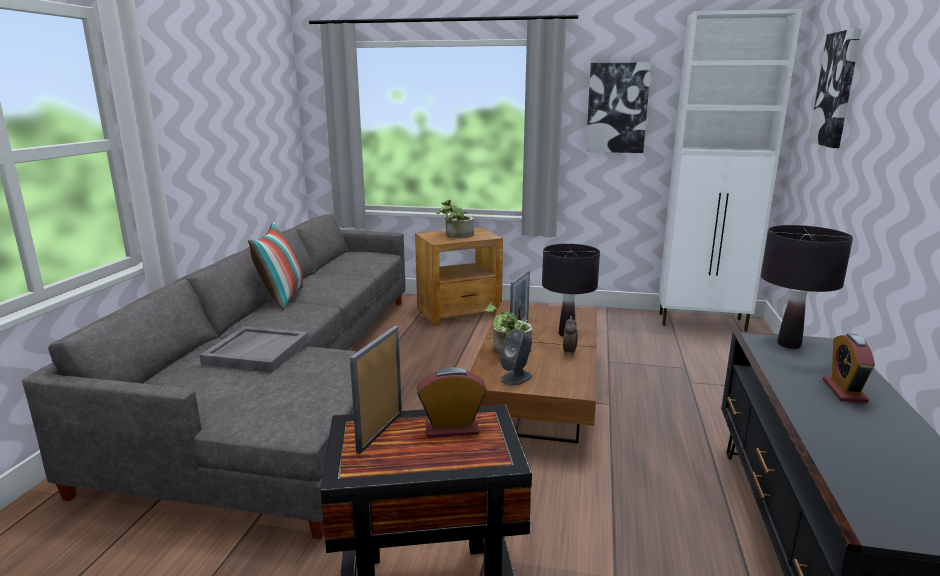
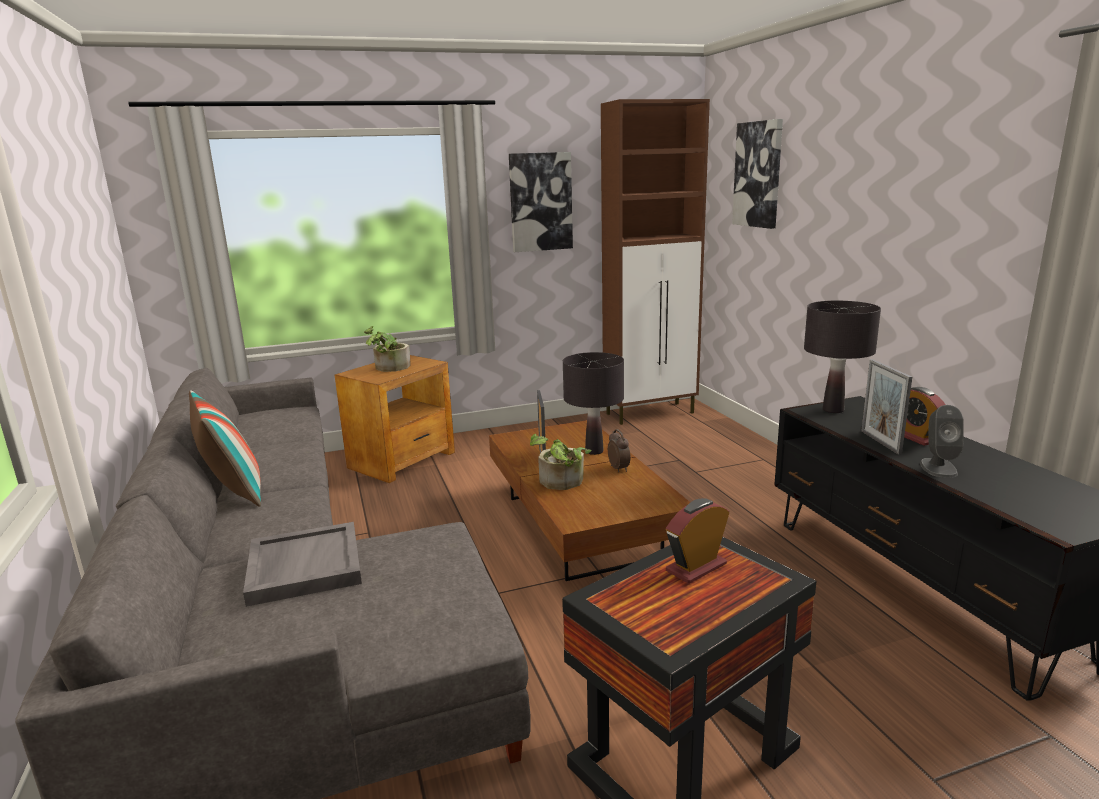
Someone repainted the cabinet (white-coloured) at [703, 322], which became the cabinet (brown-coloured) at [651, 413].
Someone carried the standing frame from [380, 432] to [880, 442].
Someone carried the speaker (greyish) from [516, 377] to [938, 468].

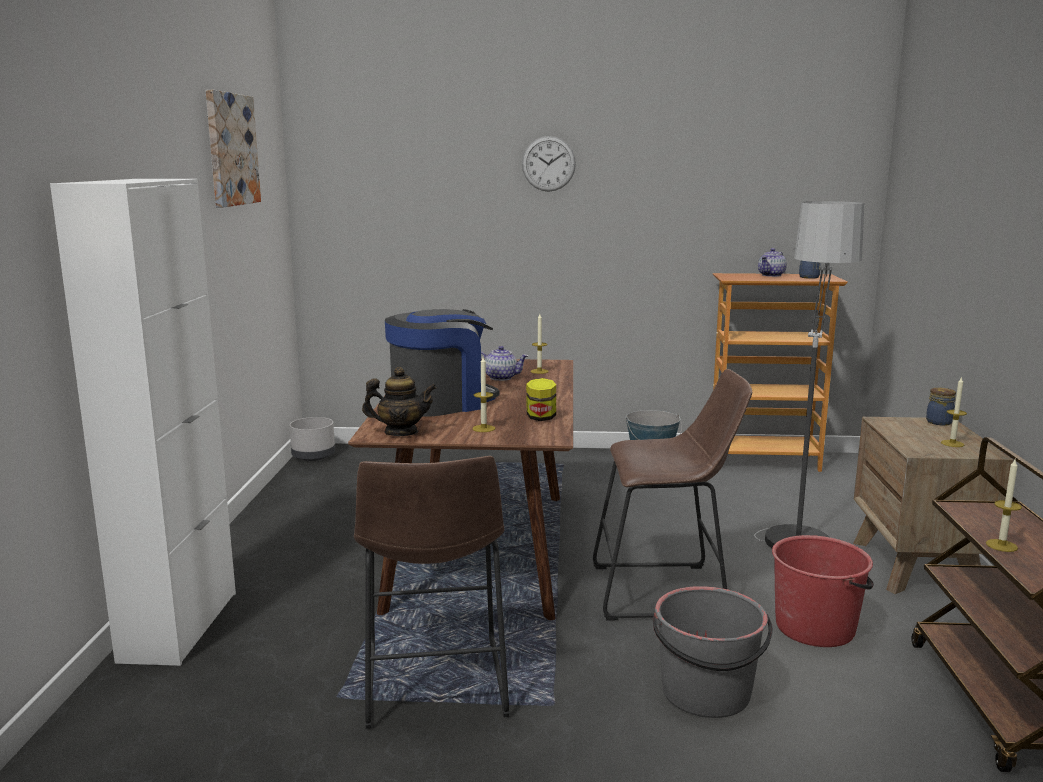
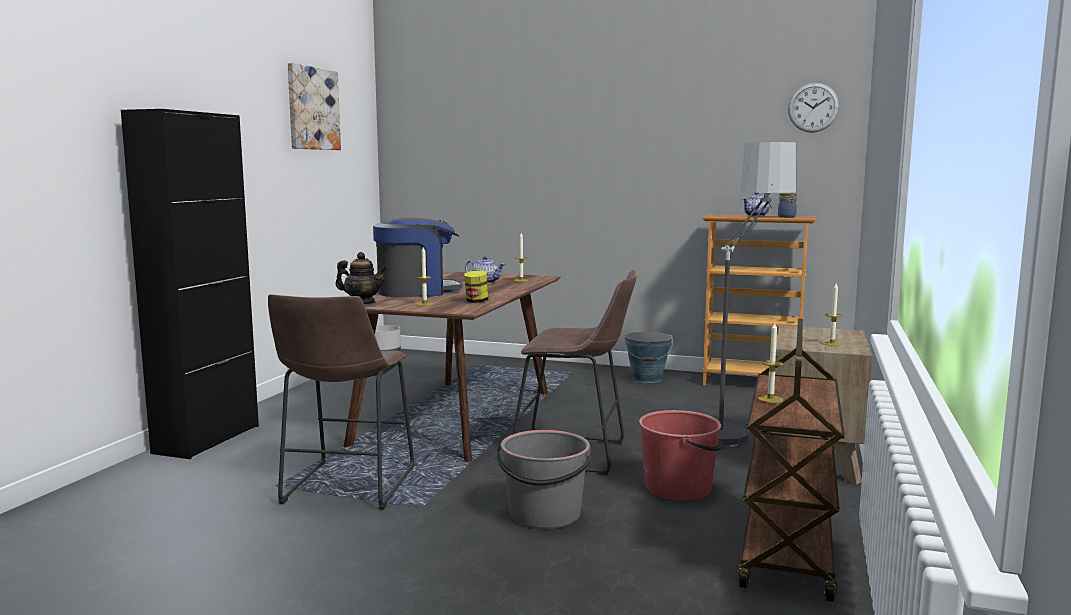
Someone carried the hanging clock from [548, 163] to [813, 107].
Someone repainted the cabinet (white-coloured) at [179, 626], which became the cabinet (black-coloured) at [207, 439].
Someone took away the storage jar at [939, 422].

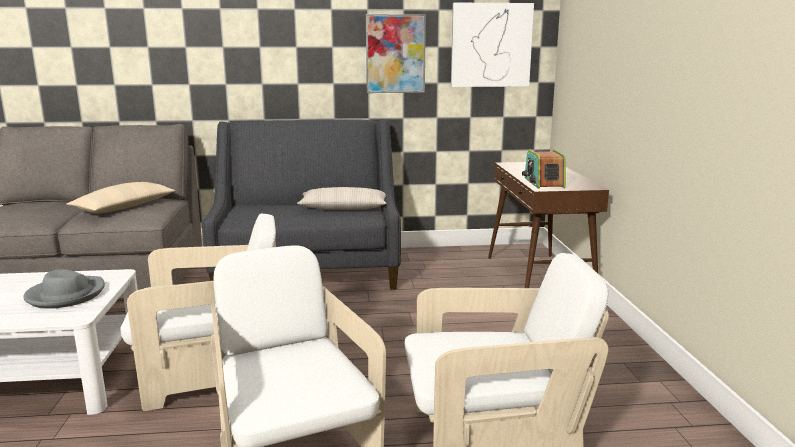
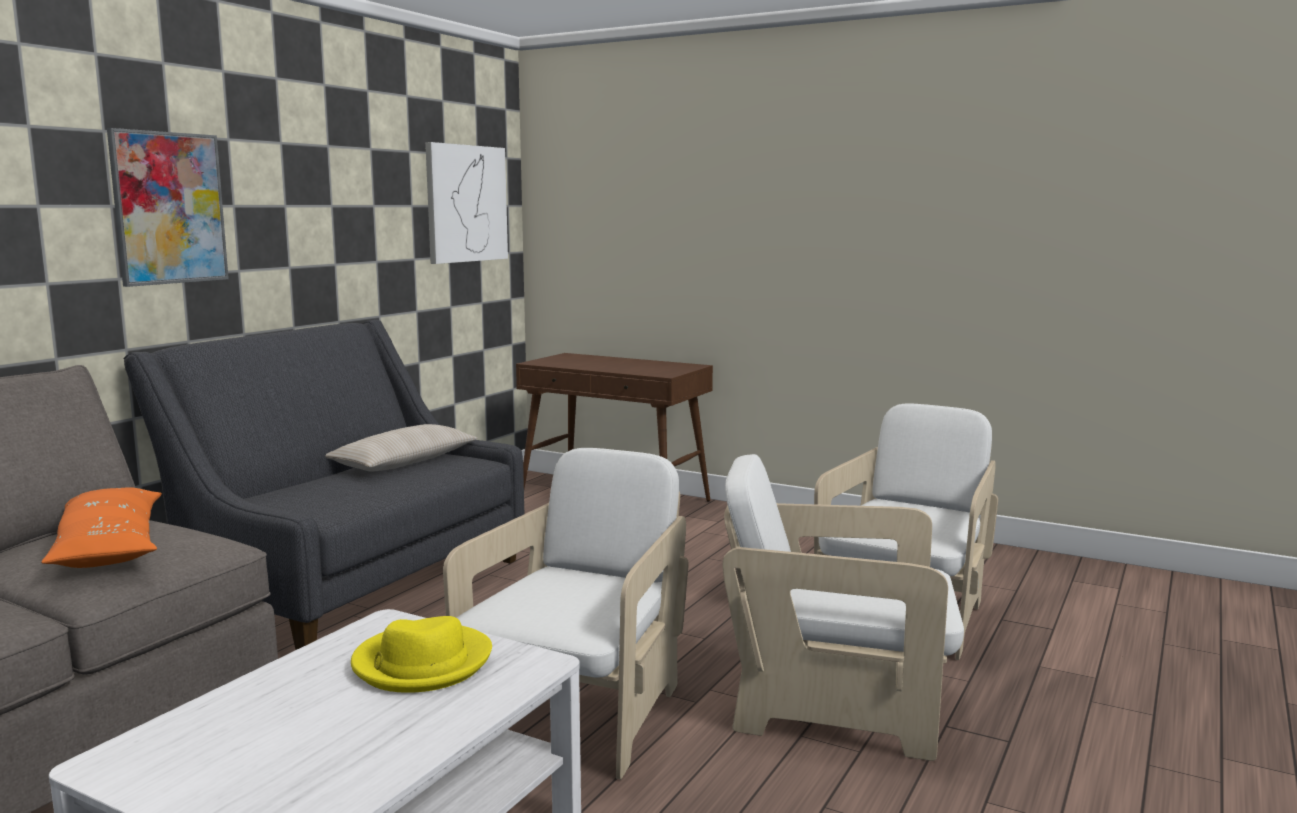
Someone carried the picture from [395, 54] to [169, 208].
Someone took away the radio receiver at [543, 183].
Someone repainted the cushion (beige-coloured) at [124, 207], which became the cushion (orange-coloured) at [109, 547].
Someone repainted the clothing hat (greyish) at [66, 295], which became the clothing hat (yellowish) at [421, 663].

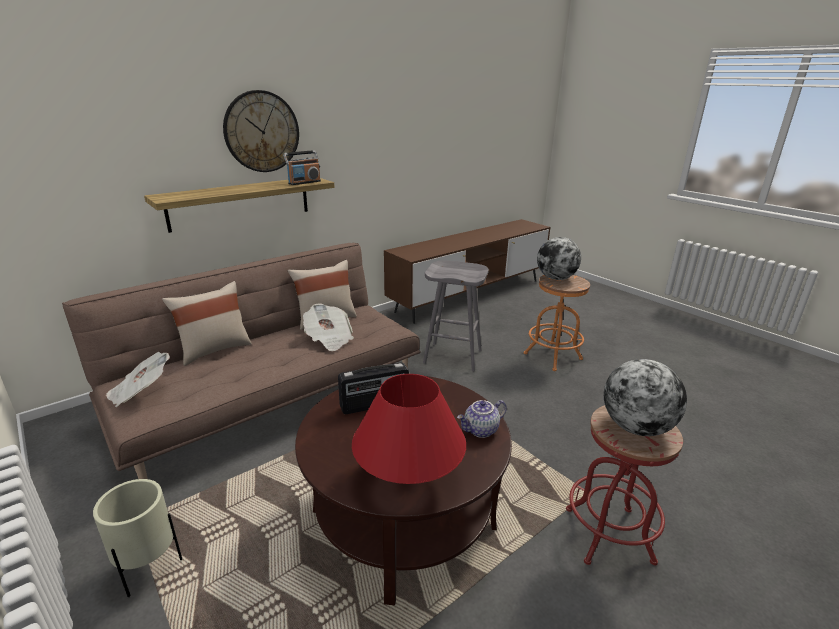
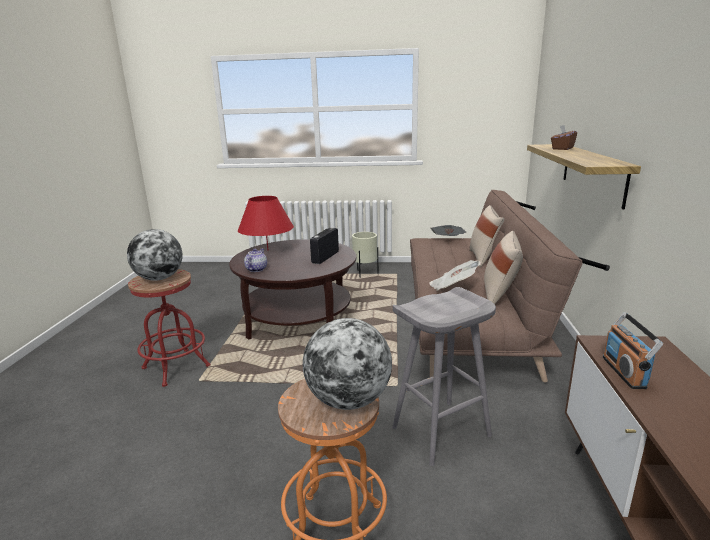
Someone took away the hanging clock at [262, 132].
Someone carried the radio receiver from [304, 182] to [624, 372].
Someone put down the tissue box (brown-coloured) at [562, 148].

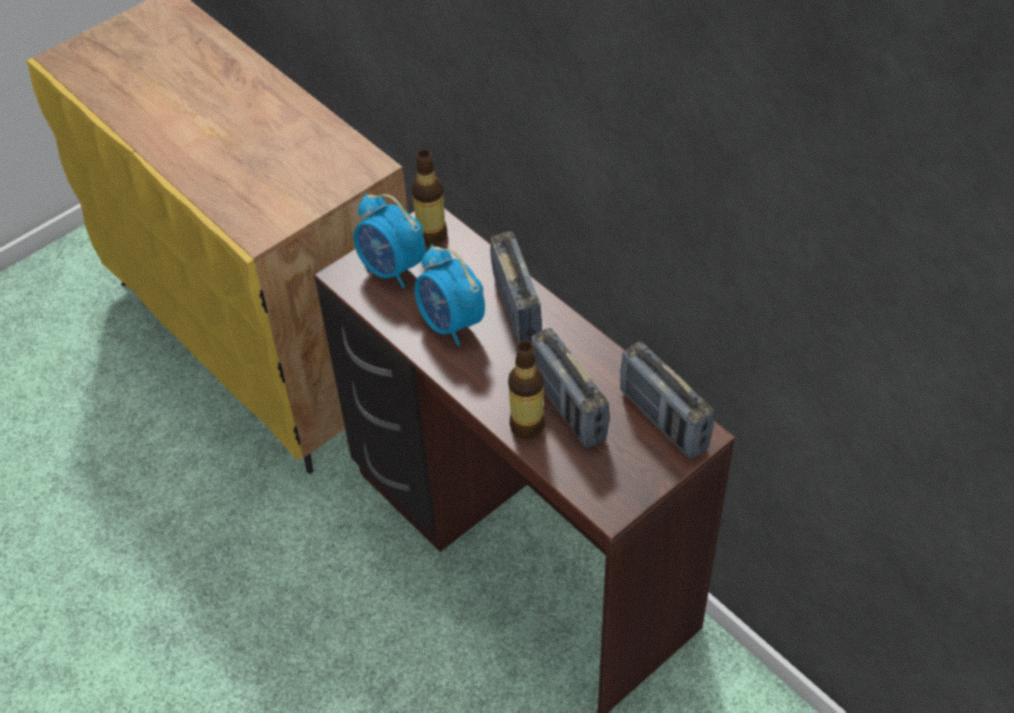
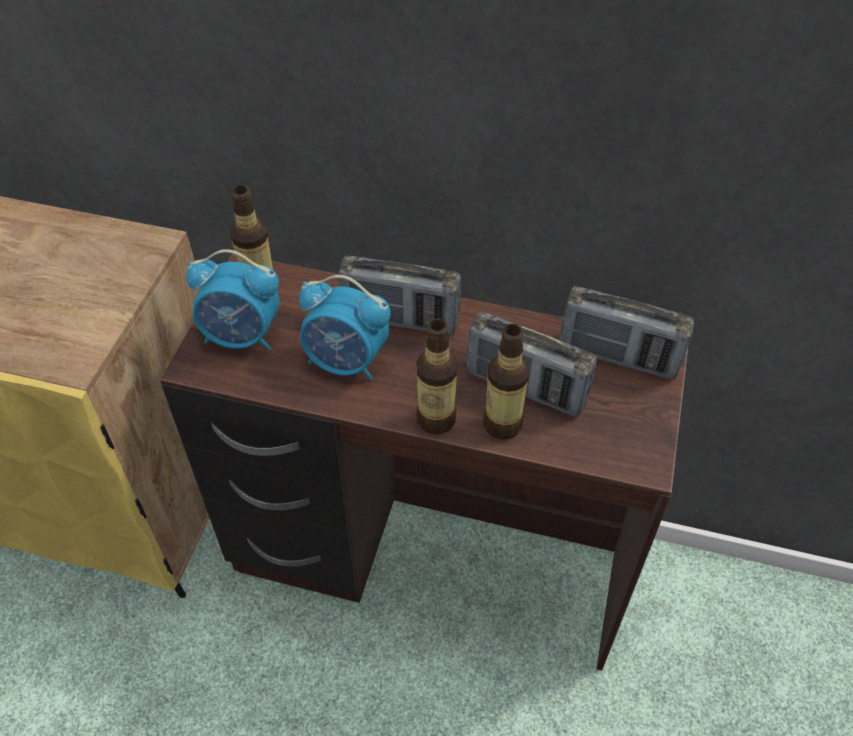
Someone rotated the radio receiver at [517, 310] by 150 degrees clockwise.
Someone put down the beverage bottle at [436, 419].

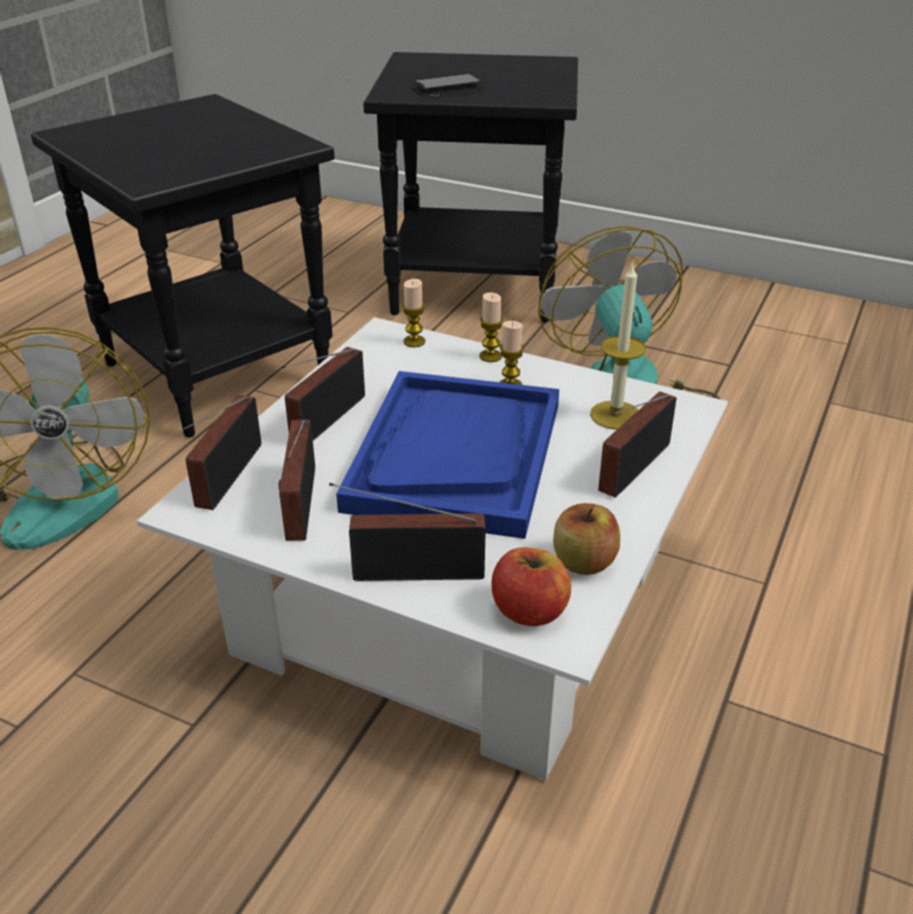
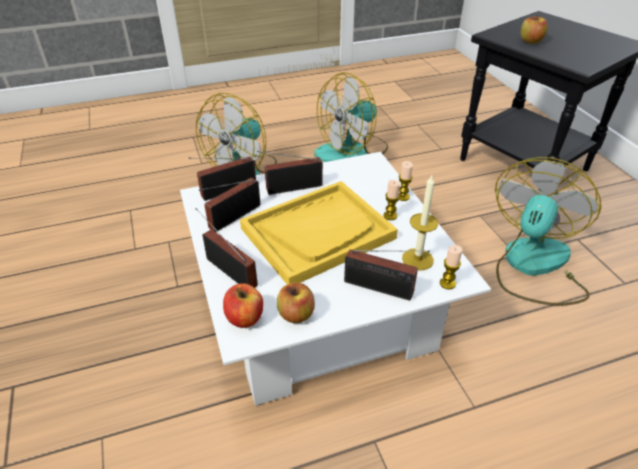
Someone swapped the phone at [449, 89] for the whole apple at [530, 41].
Someone swapped the end table (black-coloured) at [221, 372] for the fan at [352, 151].
Someone carried the candle from [414, 342] to [447, 283].
Someone repainted the carrying tray (blue) at [455, 455], which became the carrying tray (yellowish) at [318, 233].
Someone rotated the radio receiver at [630, 470] by 150 degrees counterclockwise.

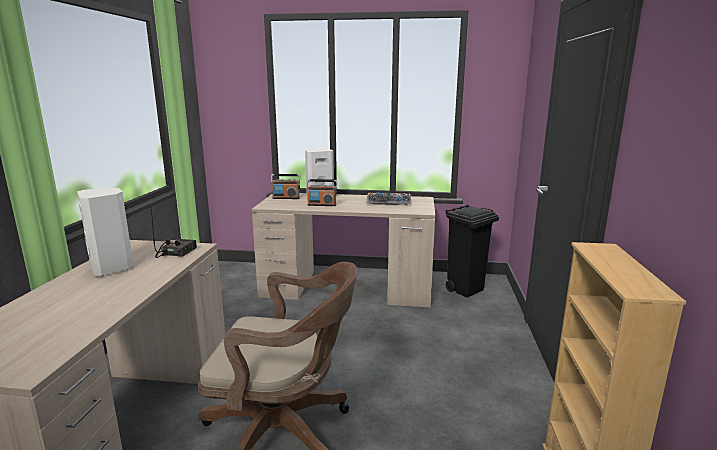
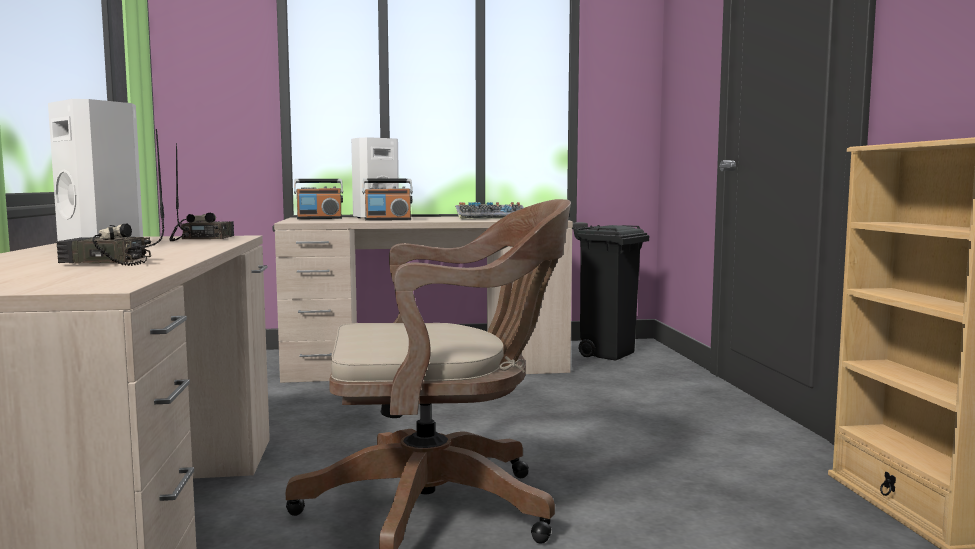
Someone put down the radio receiver at [107, 262].

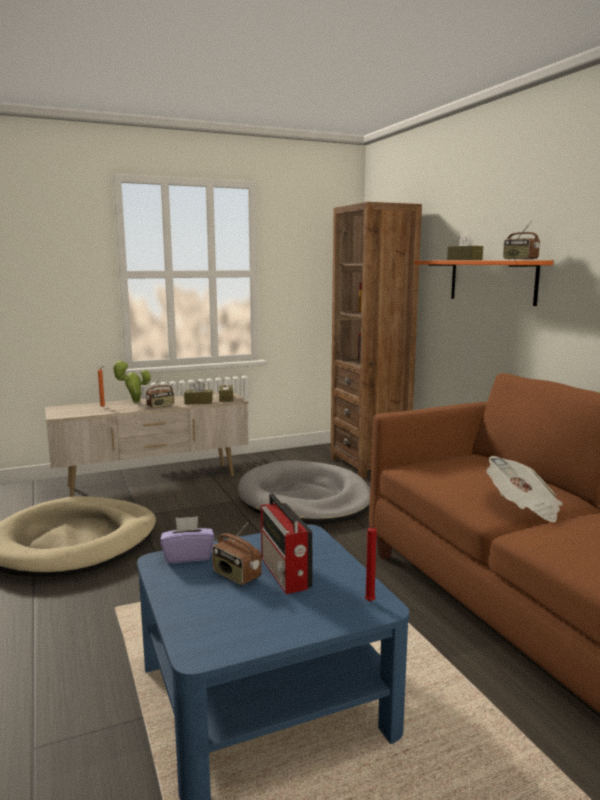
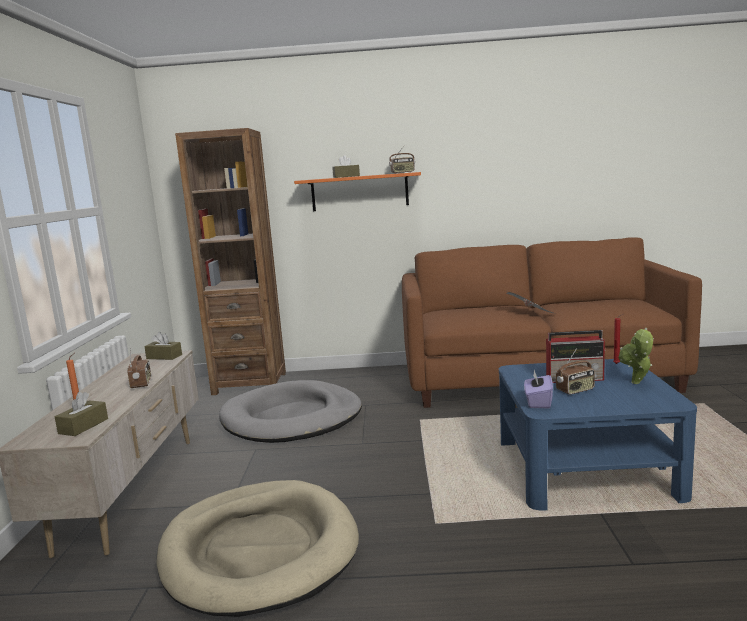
Someone carried the plant in a pot from [134, 402] to [636, 383].
Someone carried the tissue box (brown-coloured) from [198, 402] to [83, 426].

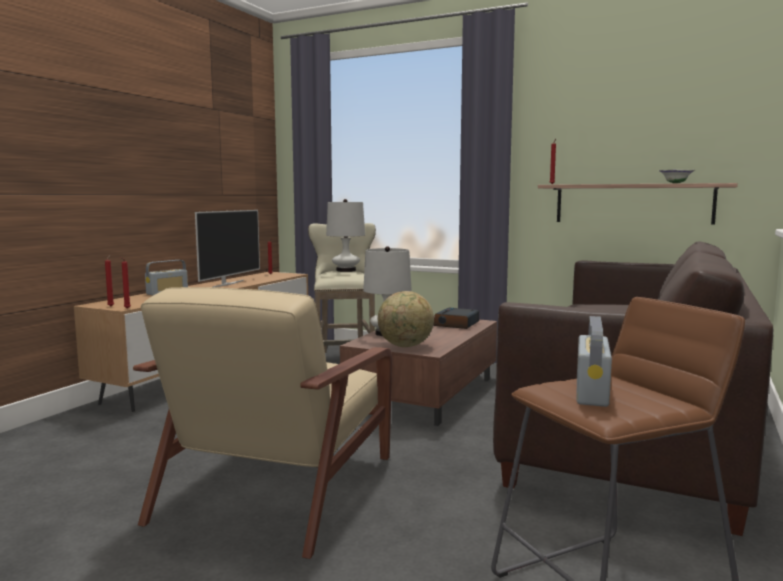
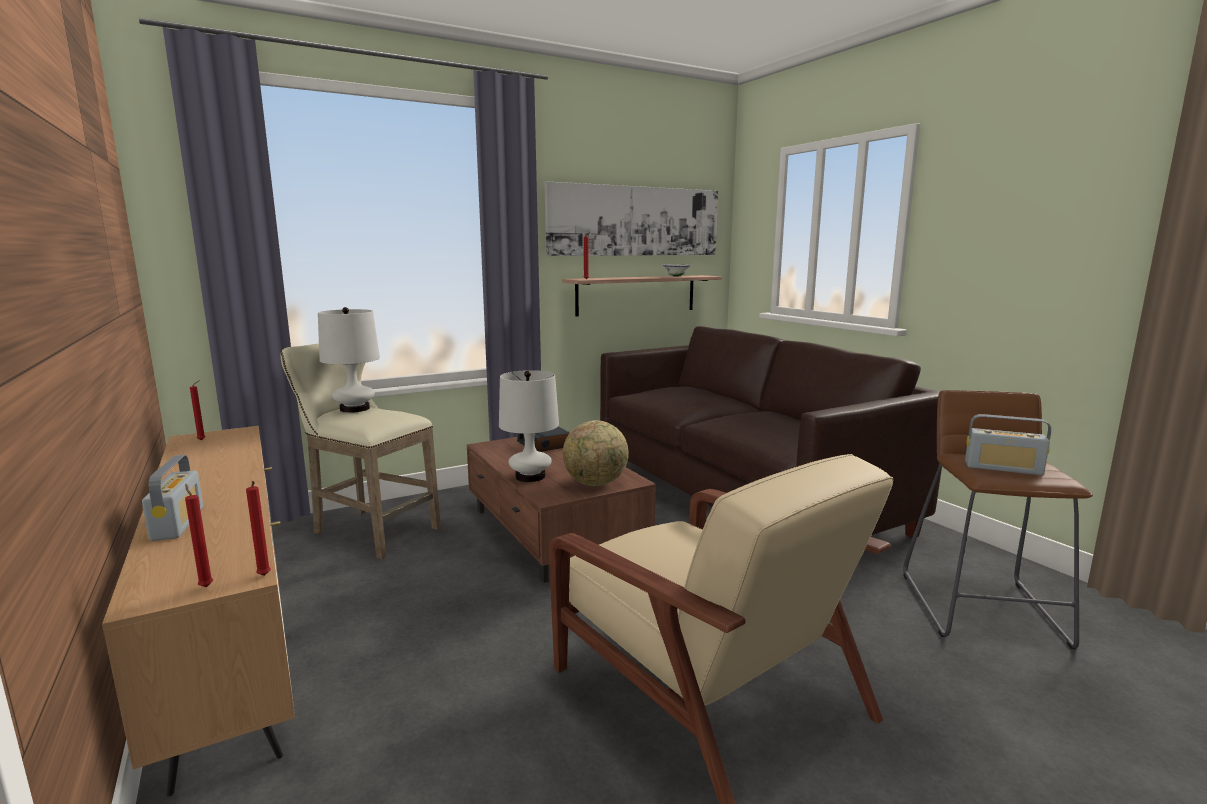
Someone took away the TV at [227, 283].
Someone rotated the radio receiver at [591, 392] by 150 degrees clockwise.
Someone put up the picture at [635, 221].

